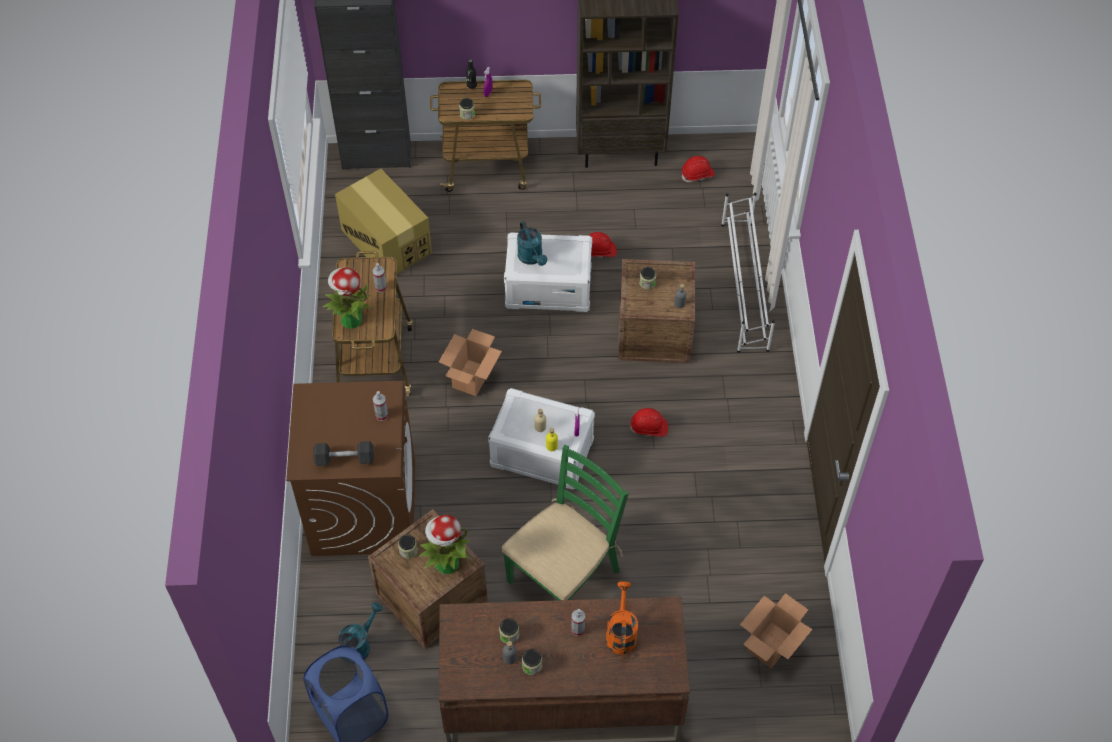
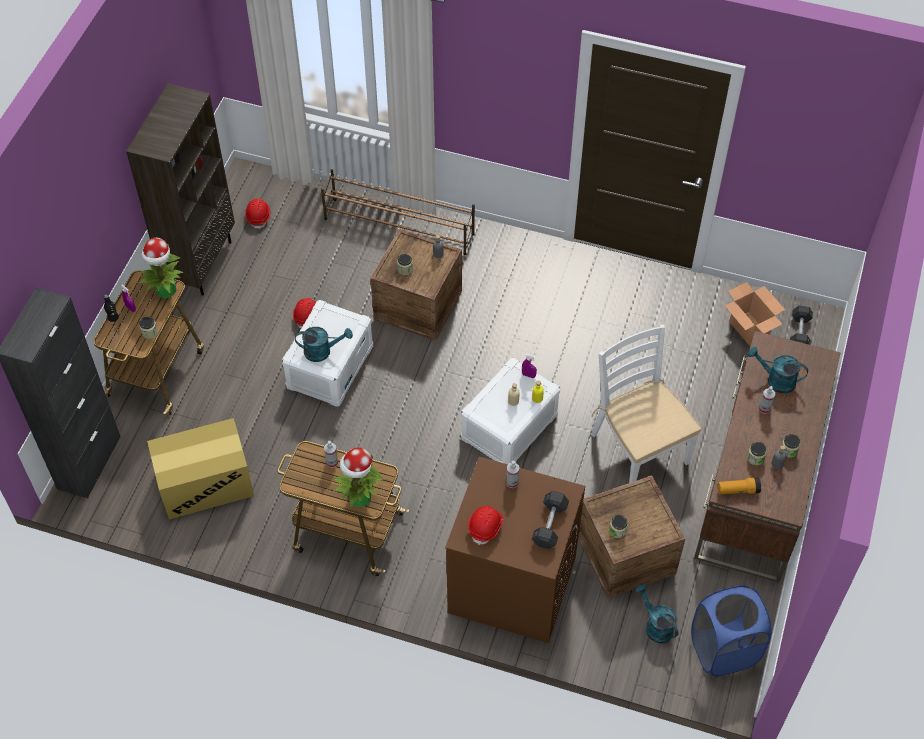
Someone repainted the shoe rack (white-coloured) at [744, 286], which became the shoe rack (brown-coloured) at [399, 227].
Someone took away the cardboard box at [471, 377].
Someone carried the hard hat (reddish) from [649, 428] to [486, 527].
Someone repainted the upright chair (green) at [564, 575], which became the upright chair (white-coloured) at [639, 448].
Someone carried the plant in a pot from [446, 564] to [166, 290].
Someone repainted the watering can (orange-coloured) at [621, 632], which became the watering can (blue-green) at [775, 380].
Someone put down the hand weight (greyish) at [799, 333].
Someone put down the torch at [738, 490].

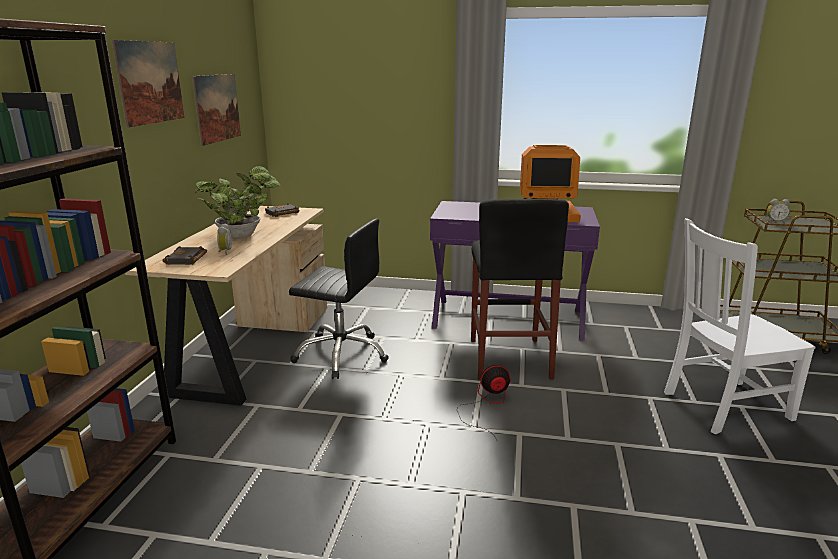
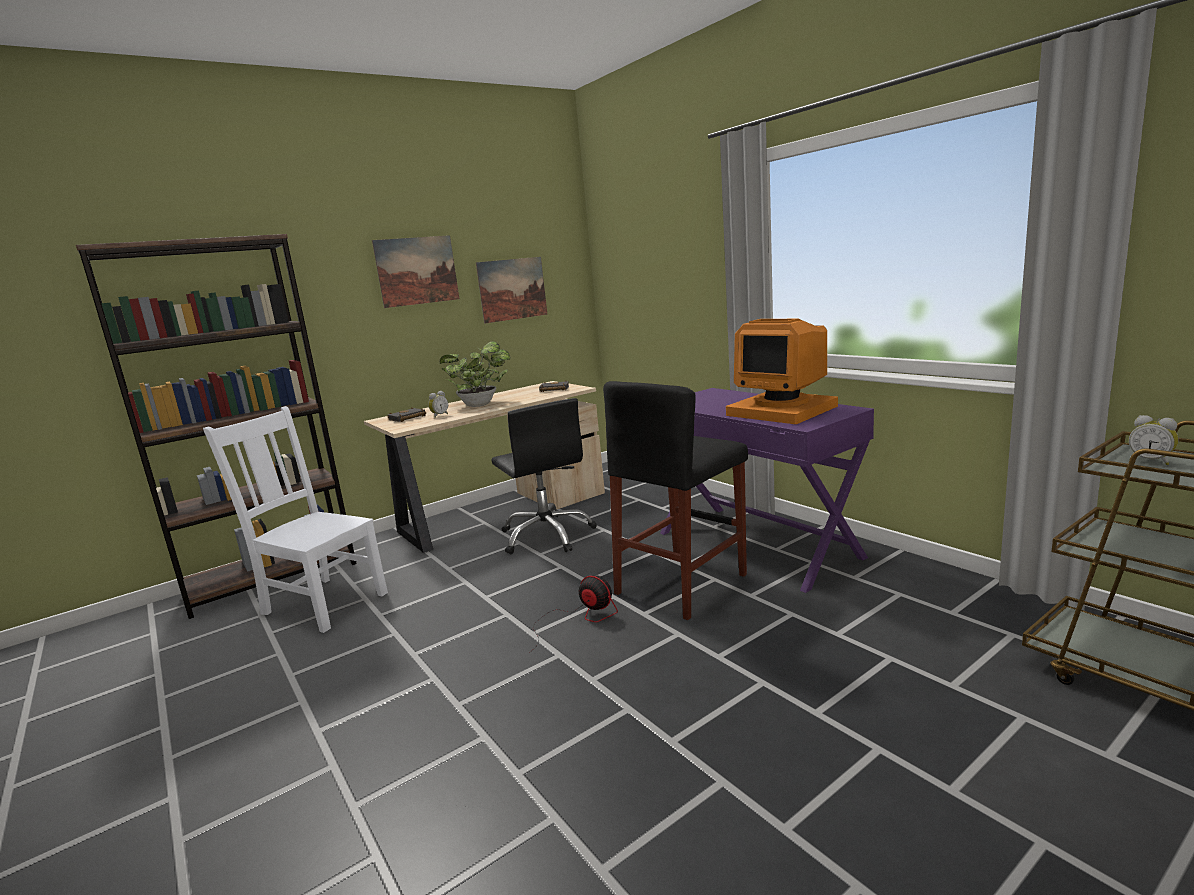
Someone carried the upright chair (white-coloured) from [723, 406] to [322, 602].

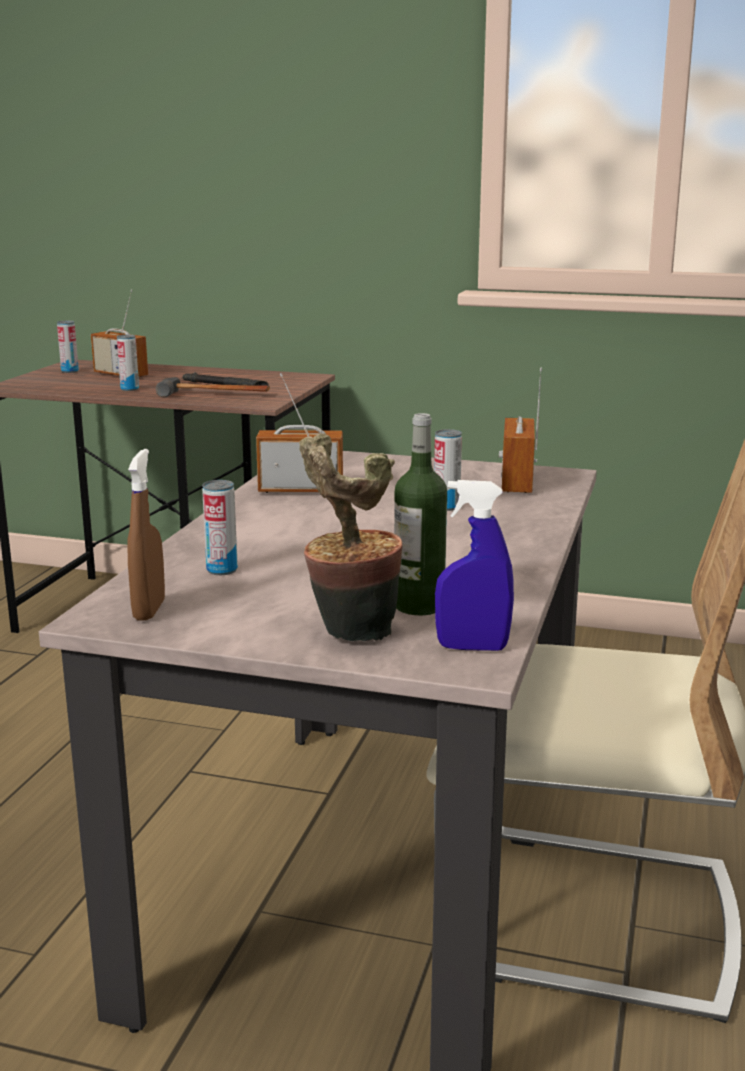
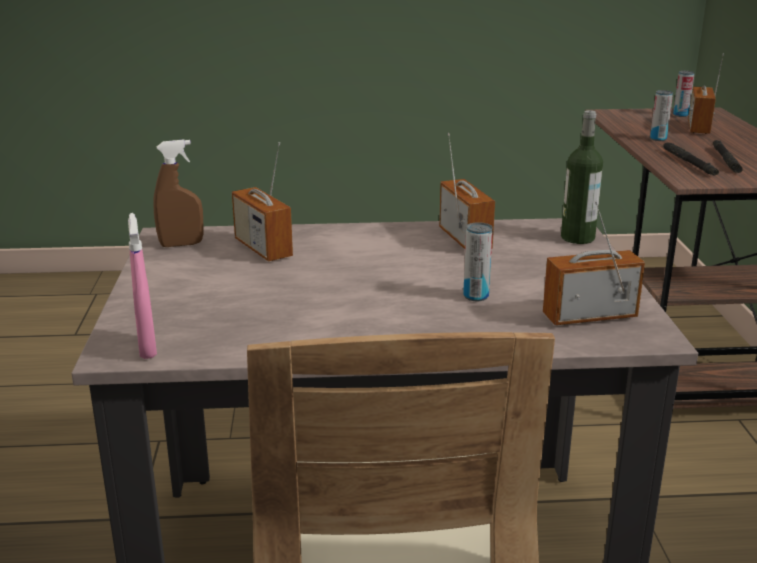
Someone swapped the hammer at [215, 395] for the torch (black-coloured) at [689, 163].
Someone carried the beverage bottle from [419, 606] to [577, 238].
Someone took away the plant in a pot at [349, 634].
Someone swapped the can at [222, 570] for the radio receiver at [263, 248].
Someone repainted the sprayer (blue) at [472, 647], which became the sprayer (pink) at [147, 348].

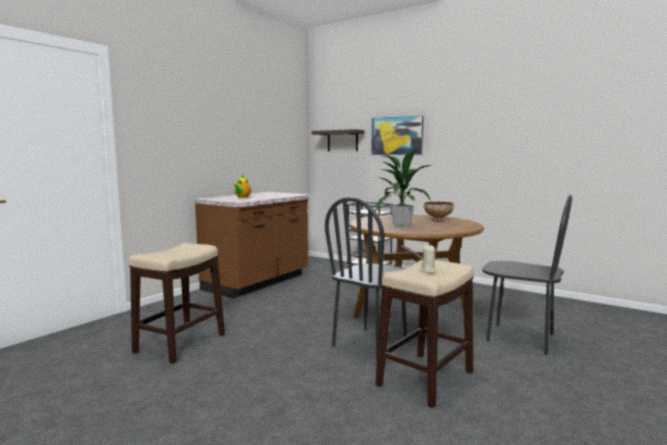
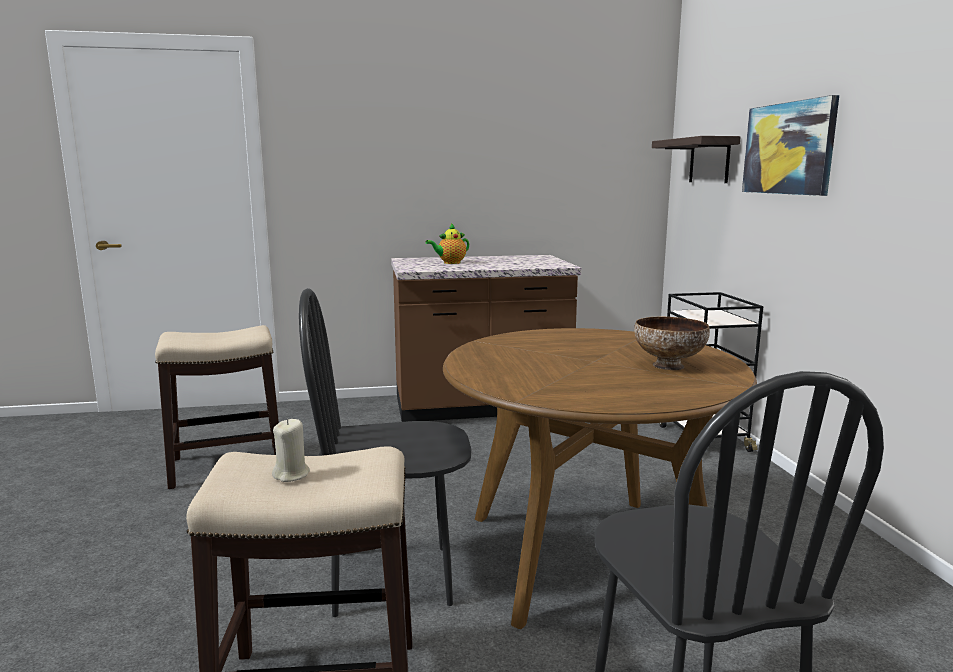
Someone took away the plant in a pot at [401, 225].

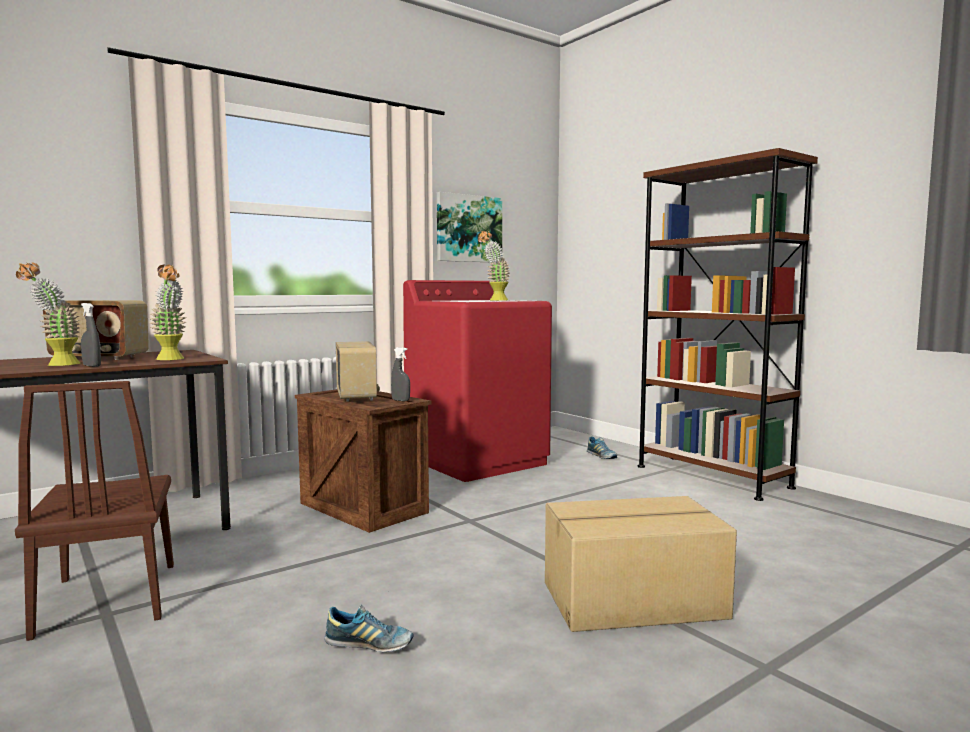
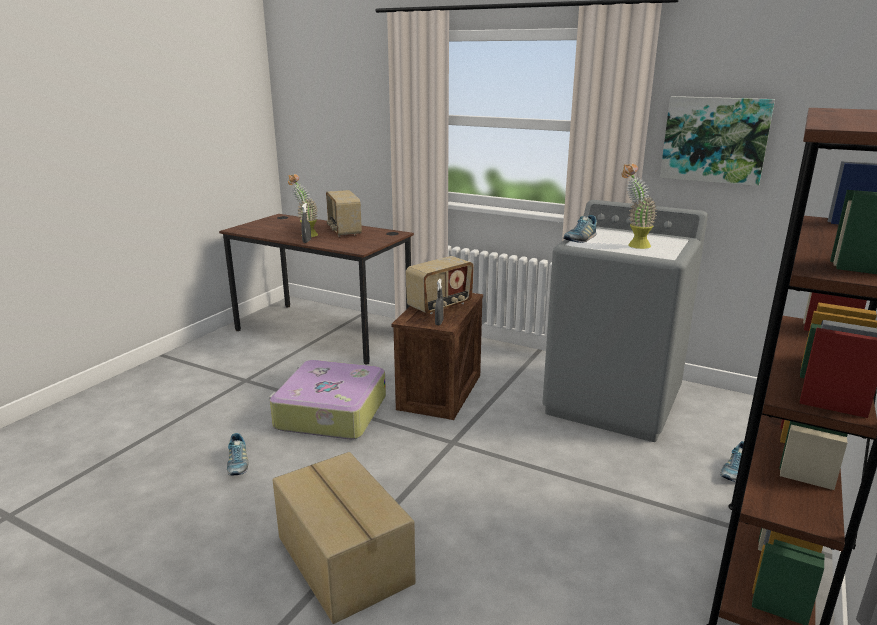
Someone took away the plant in a pot at [171, 359].
Someone repainted the laundry appliance (reddish) at [477, 461], which became the laundry appliance (greyish) at [613, 402].
Someone took away the upright chair (brown-coloured) at [108, 598].
Someone put down the shoe at [580, 239].
Someone put down the travel case at [329, 413].

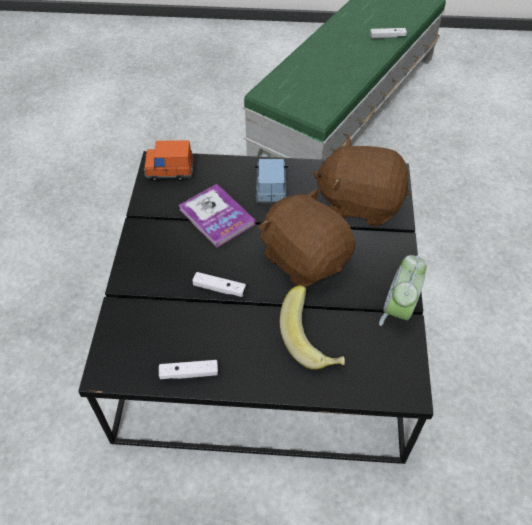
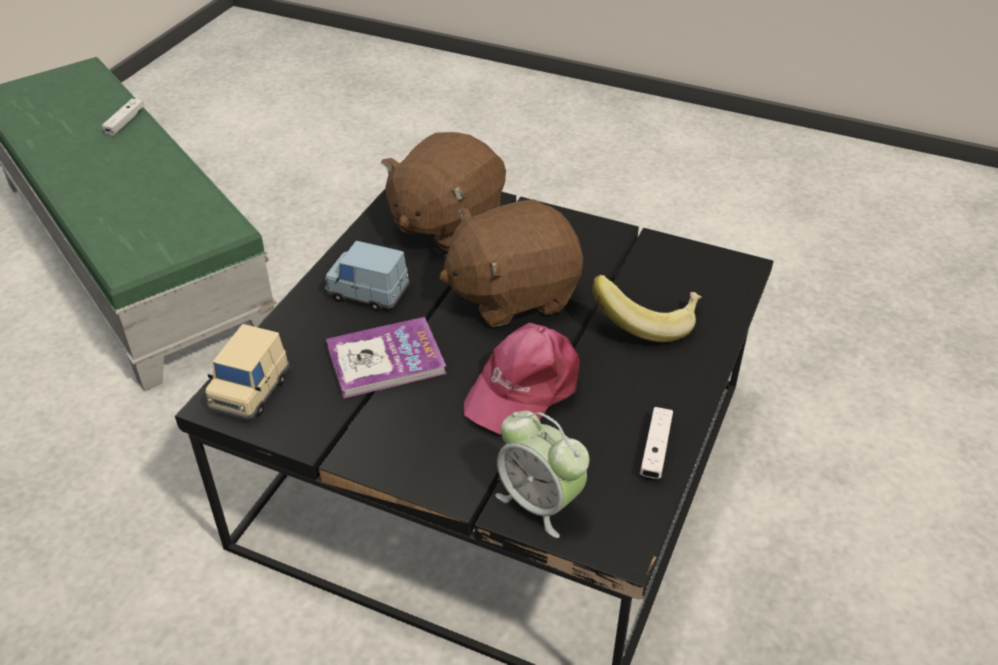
Someone repainted the miniature car (orange-coloured) at [169, 171], which became the miniature car (beige-coloured) at [250, 392].
Someone carried the alarm clock from [398, 310] to [540, 502].
Someone swapped the game controller (white-coloured) at [219, 288] for the cap (pink) at [523, 387].

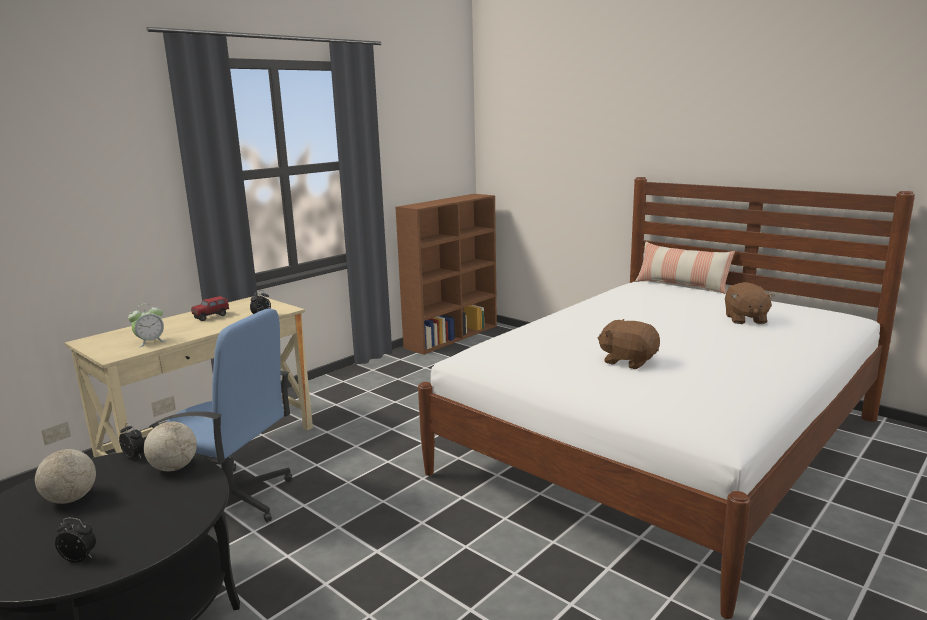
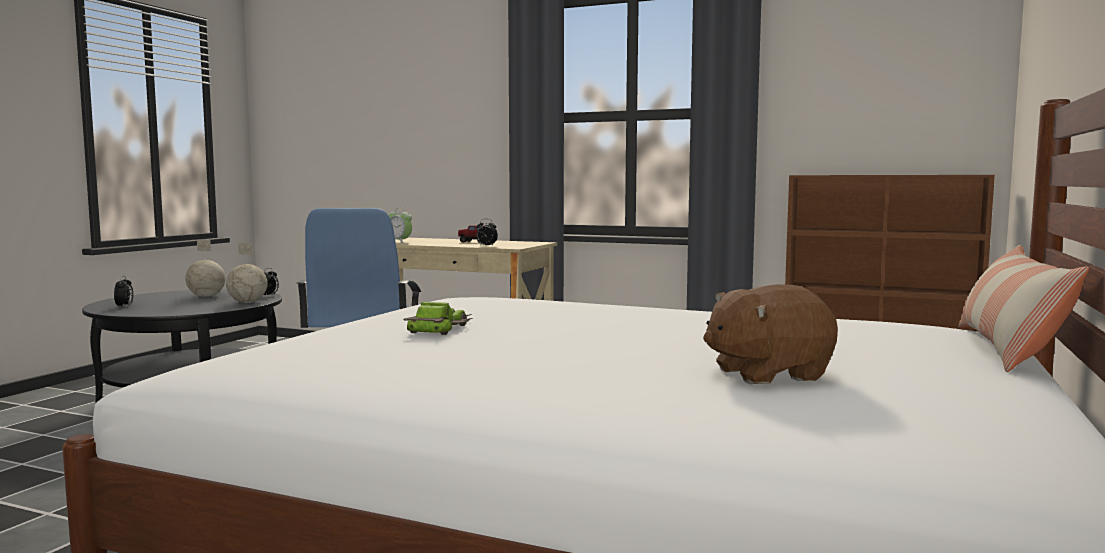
Someone swapped the cuddly toy (brown-coloured) at [628, 361] for the miniature car at [439, 328].

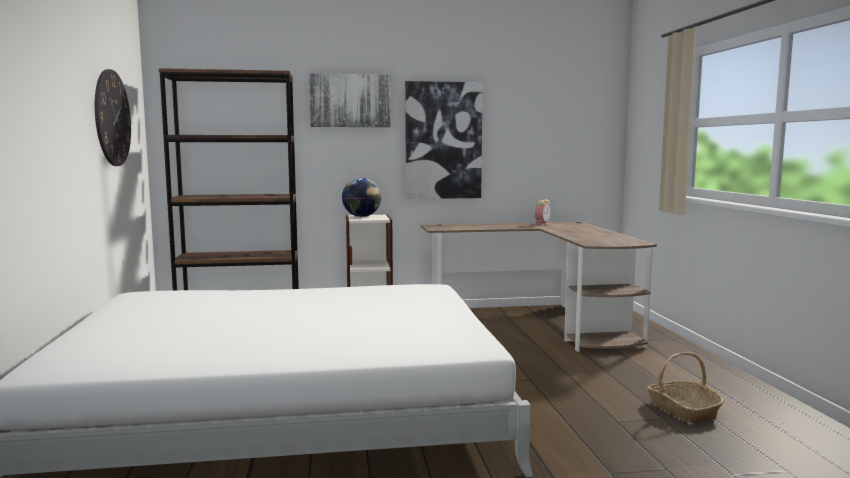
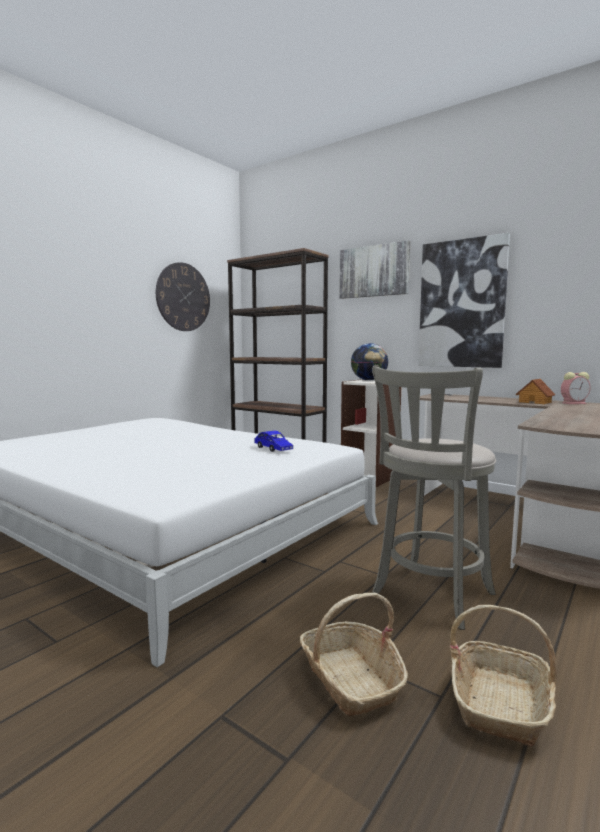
Someone put down the stool (greyish) at [430, 596].
Someone put down the model house at [535, 402].
Someone put down the miniature car (blue) at [273, 449].
Someone put down the storage basket at [351, 679].

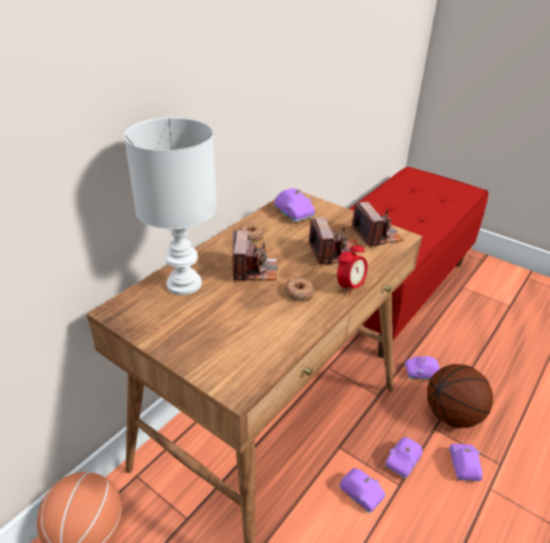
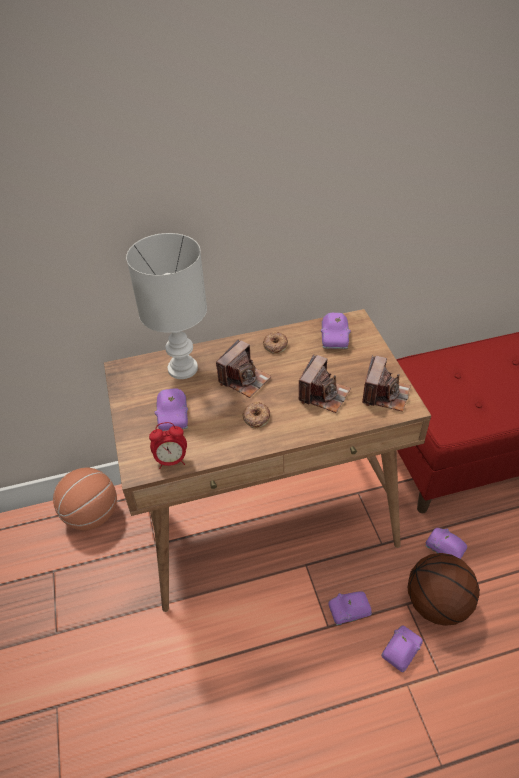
Someone carried the alarm clock from [350, 287] to [171, 460].
Someone carried the miniature car (purple) from [361, 493] to [174, 416].

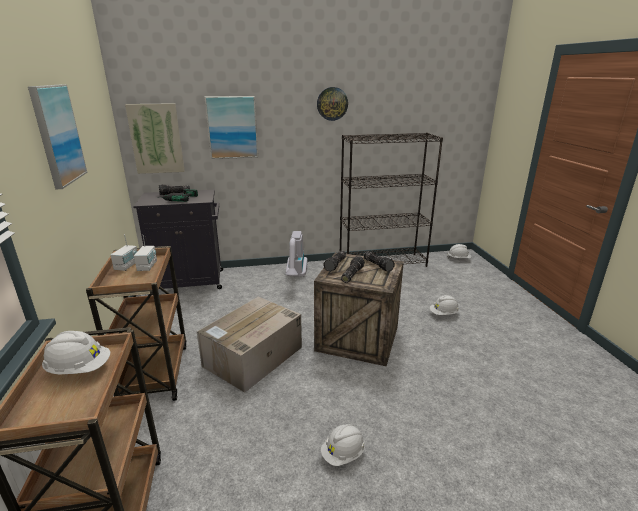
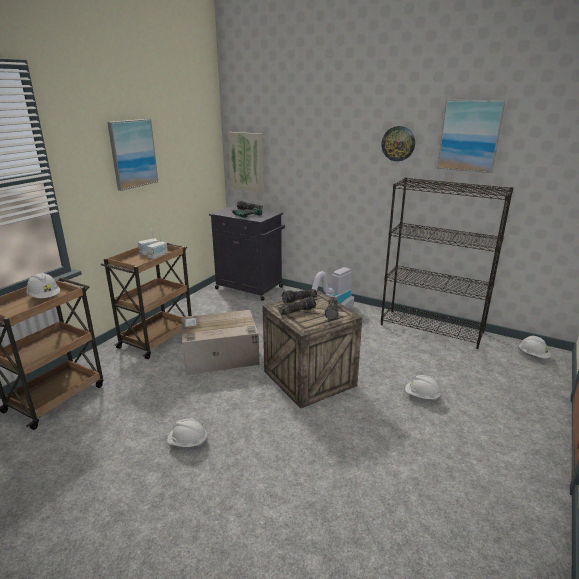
Someone carried the picture from [232, 127] to [469, 136].

